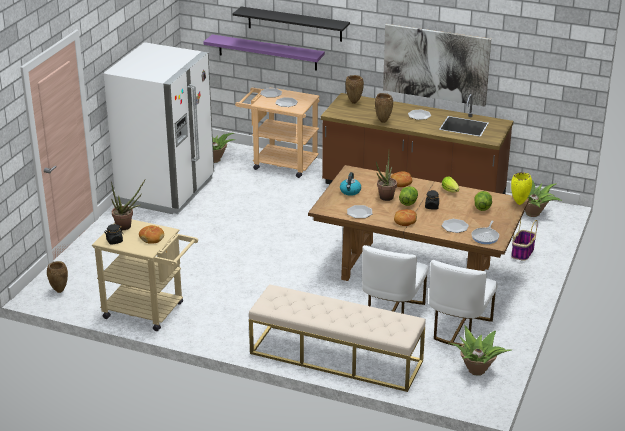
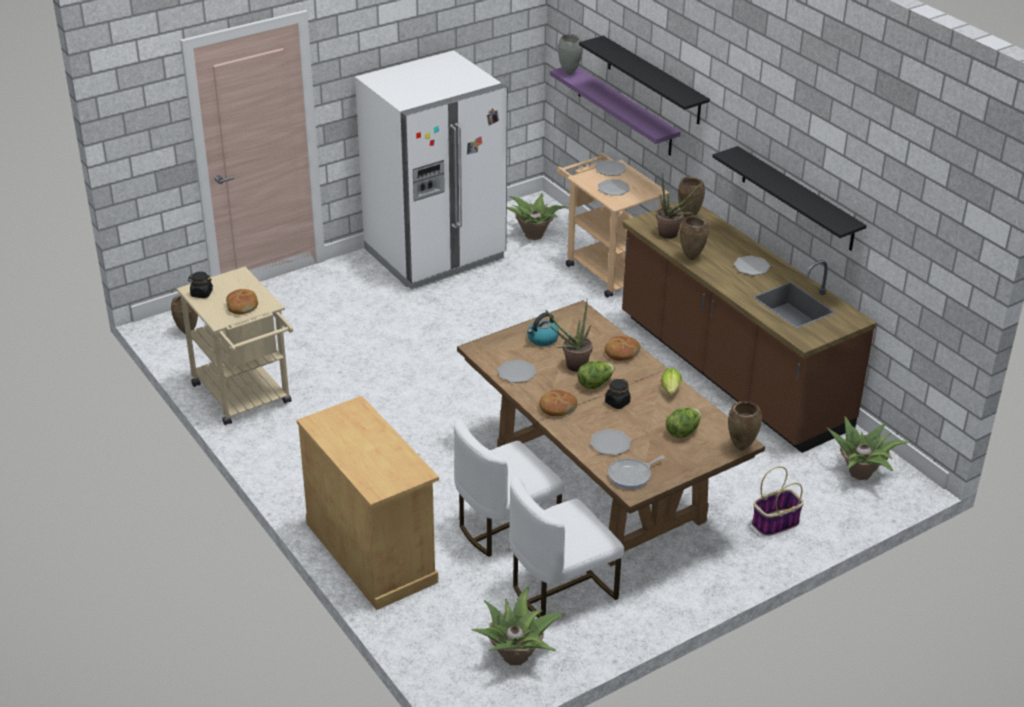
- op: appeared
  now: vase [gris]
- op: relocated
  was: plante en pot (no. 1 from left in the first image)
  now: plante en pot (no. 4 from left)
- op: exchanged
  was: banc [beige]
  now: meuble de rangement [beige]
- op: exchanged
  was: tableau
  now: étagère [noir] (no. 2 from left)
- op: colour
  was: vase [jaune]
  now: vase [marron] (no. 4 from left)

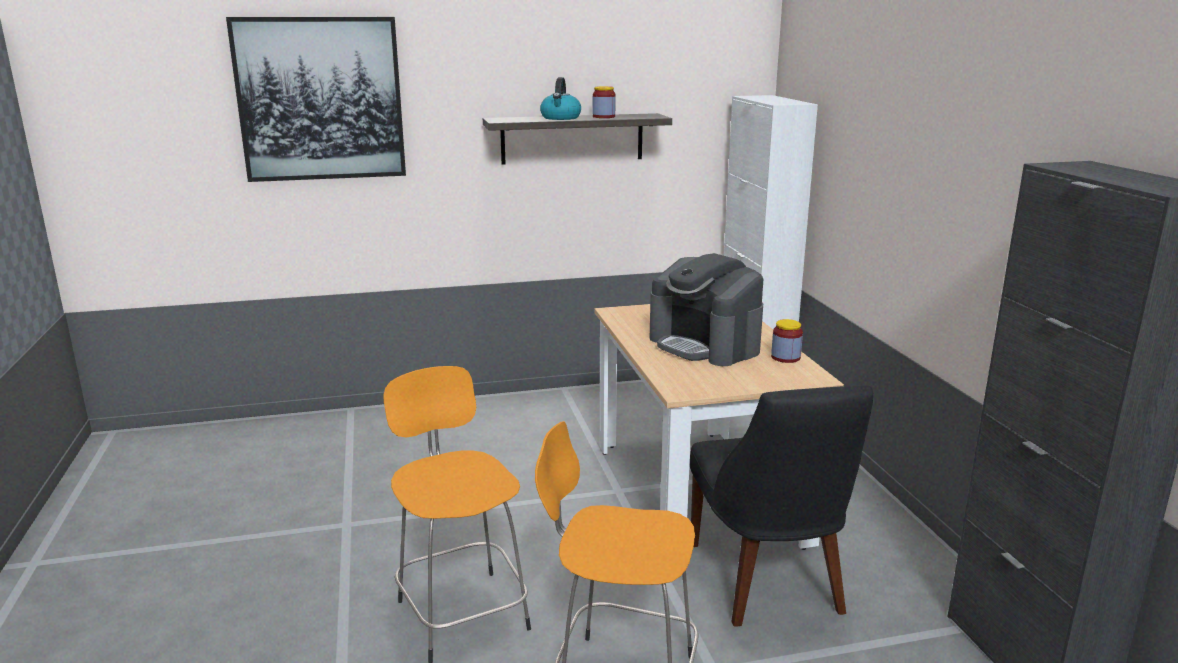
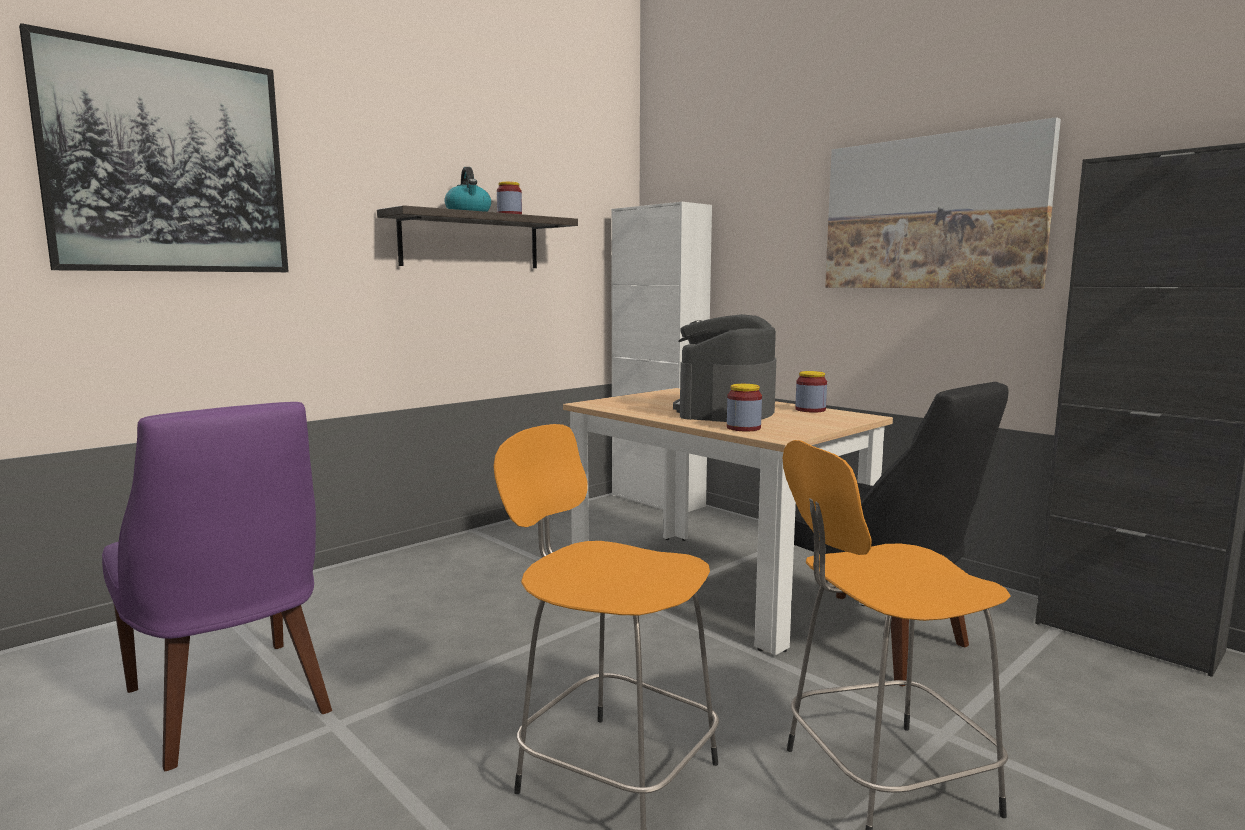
- op: appeared
  now: chaise [violet]
- op: appeared
  now: bocal (no. 2 from left)
- op: appeared
  now: tableau (no. 2 from left)
- op: spun
  was: machine à café
  clockwise: 90

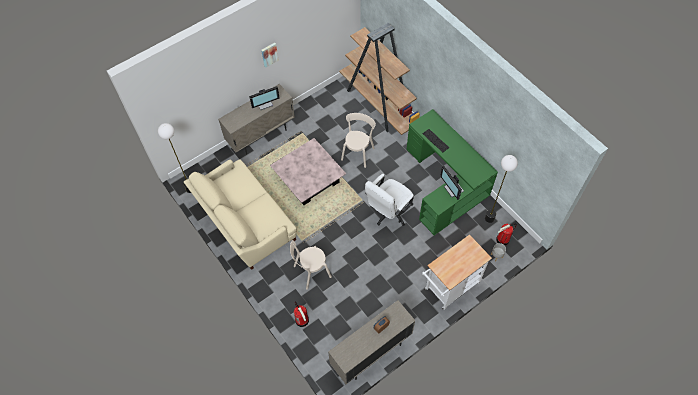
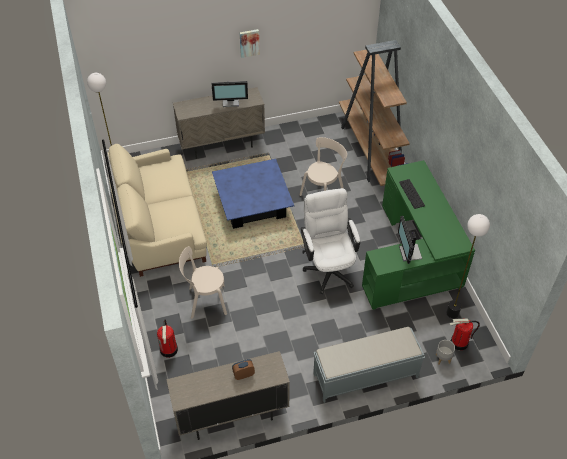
- op: exchanged
  was: chariot [blanc]
  now: banc [gris]
- op: colour
  was: table basse [rose]
  now: table basse [bleu]
- op: spun
  was: chaise de bureau [blanc]
  clockwise: 105

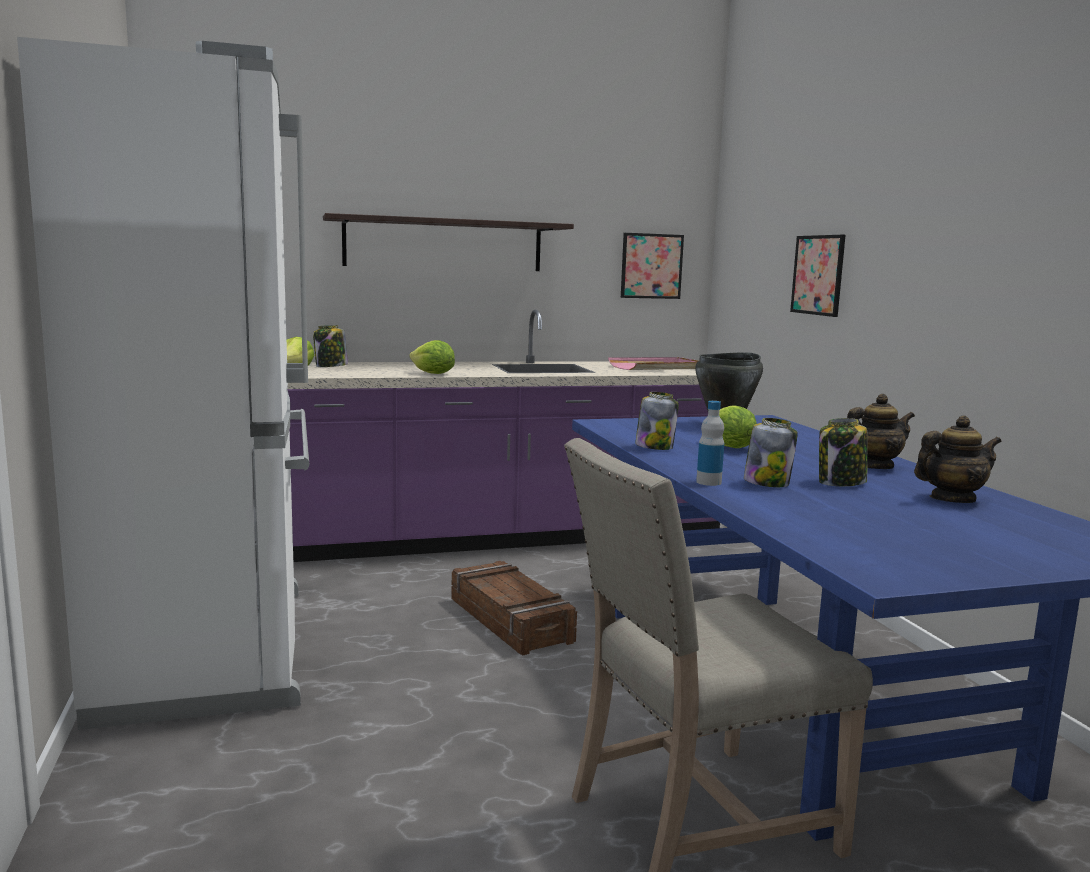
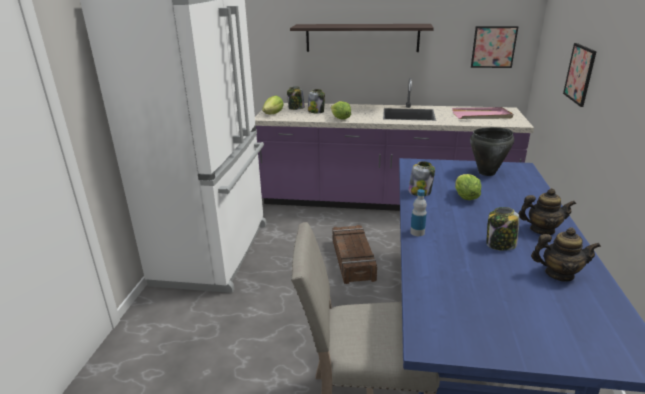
- op: relocated
  was: bocal (no. 3 from left in the first image)
  now: bocal (no. 2 from left)

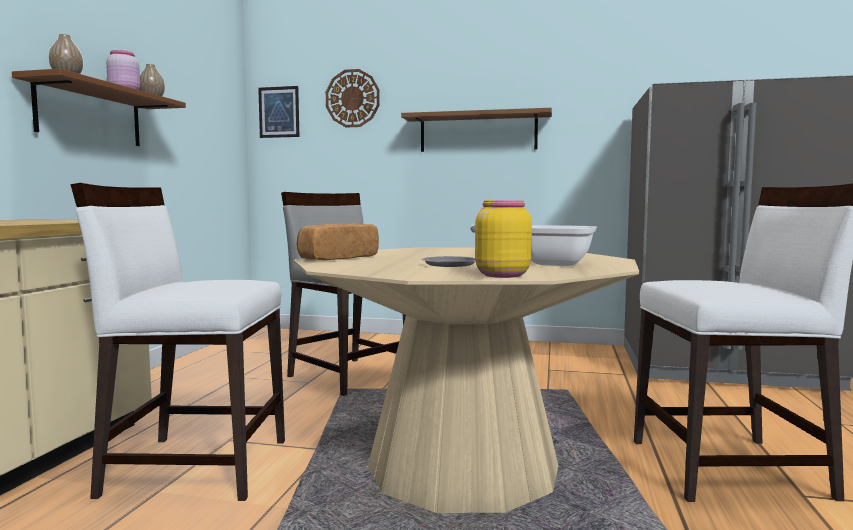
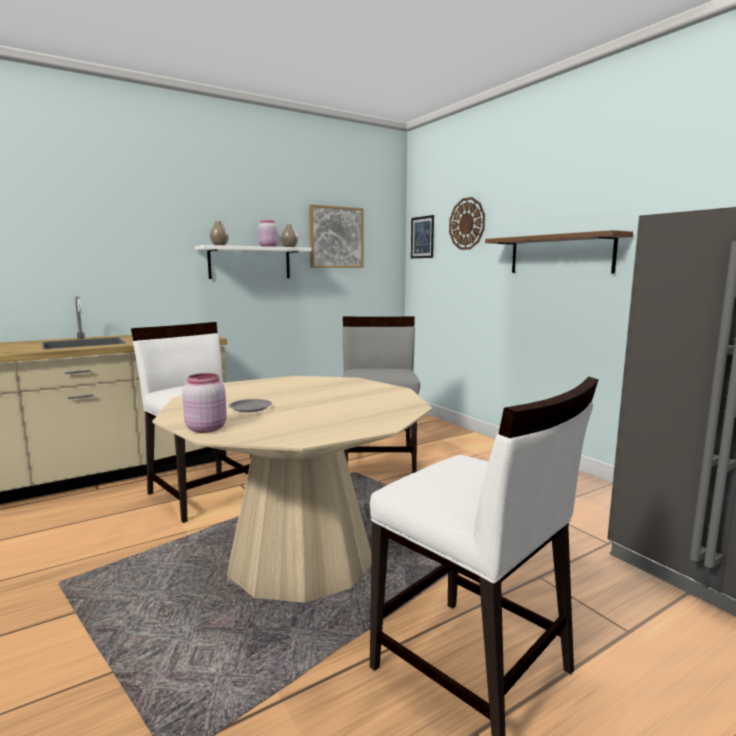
- op: missing
  was: pain
- op: missing
  was: poêle
- op: appeared
  now: tableau (no. 1 from left)
- op: colour
  was: étagère [marron] (no. 1 from left)
  now: étagère [blanc]
- op: colour
  was: bocal [jaune]
  now: bocal [rose] (no. 1 from left)

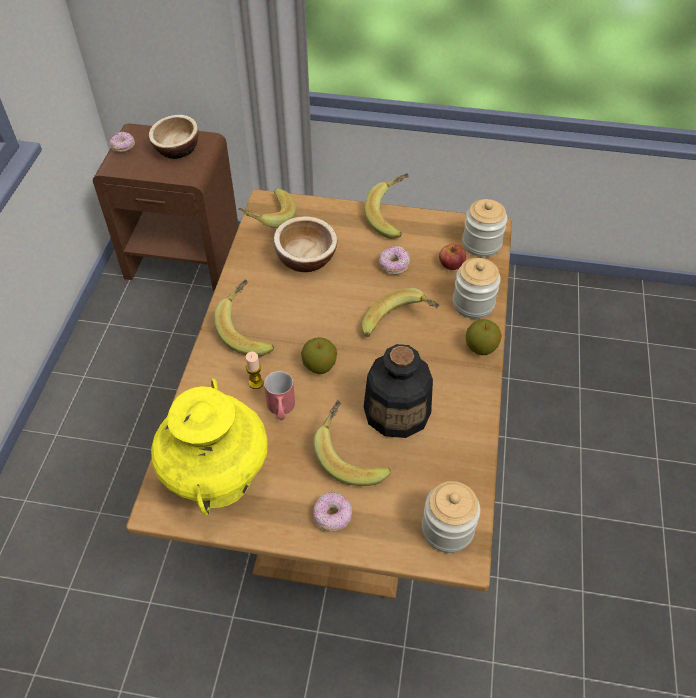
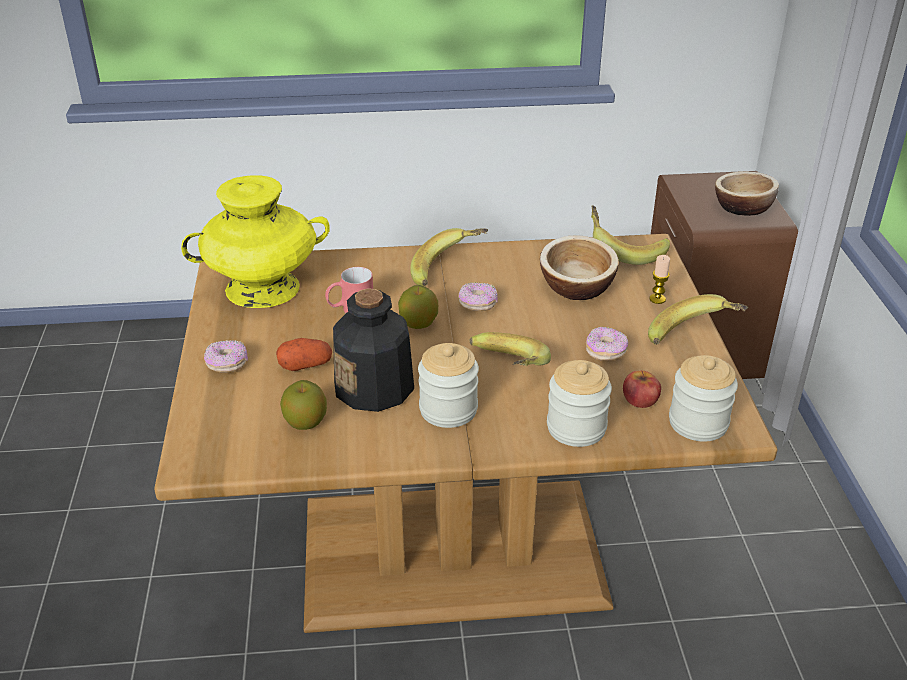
- op: relocated
  was: beignet (no. 1 from left in the first image)
  now: beignet (no. 2 from left)
- op: relocated
  was: bougie
- op: relocated
  was: bocal (no. 1 from left)
- op: relocated
  was: pomme (no. 3 from left in the first image)
  now: pomme (no. 1 from left)
- op: exchanged
  was: banane (no. 3 from left)
  now: pomme de terre

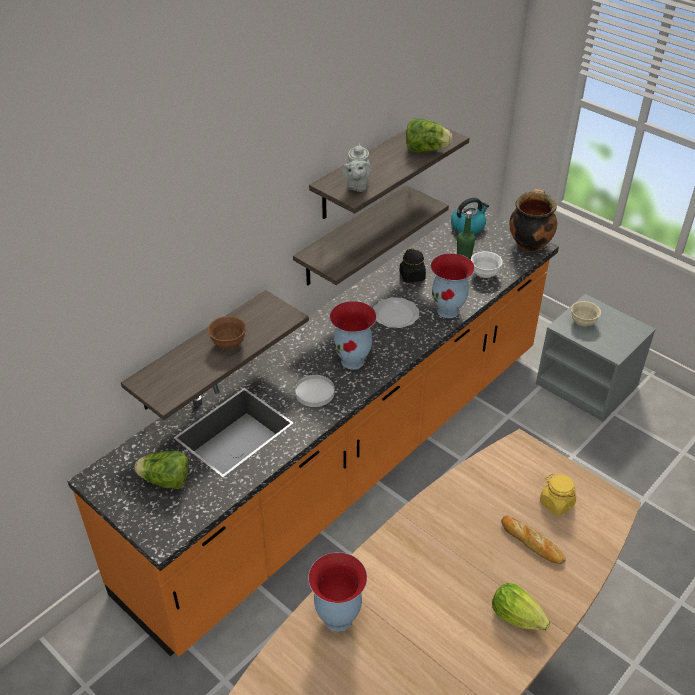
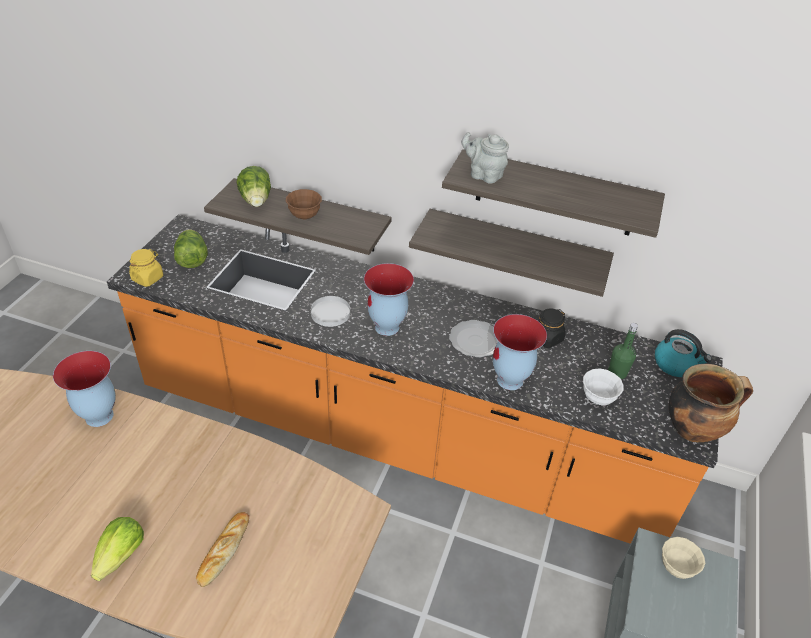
- op: relocated
  was: laitue (no. 2 from left in the first image)
  now: laitue (no. 3 from left)
- op: relocated
  was: bocal [jaune]
- op: spun
  was: théière [gris]
  clockwise: 45

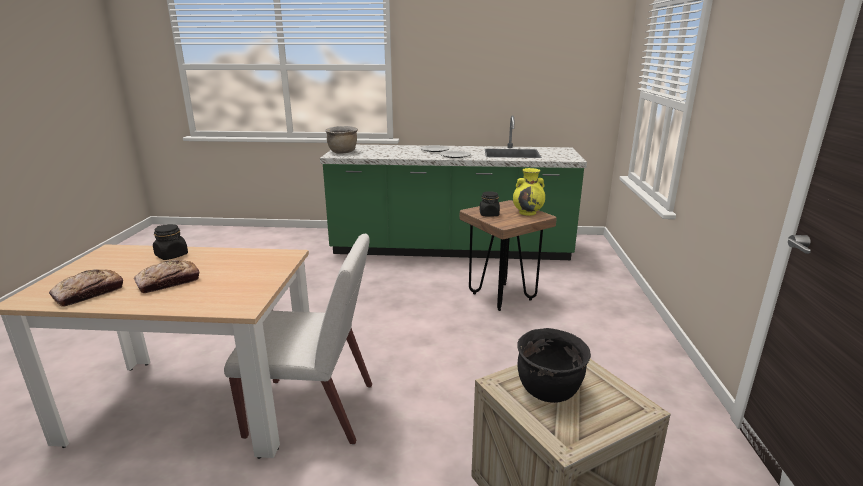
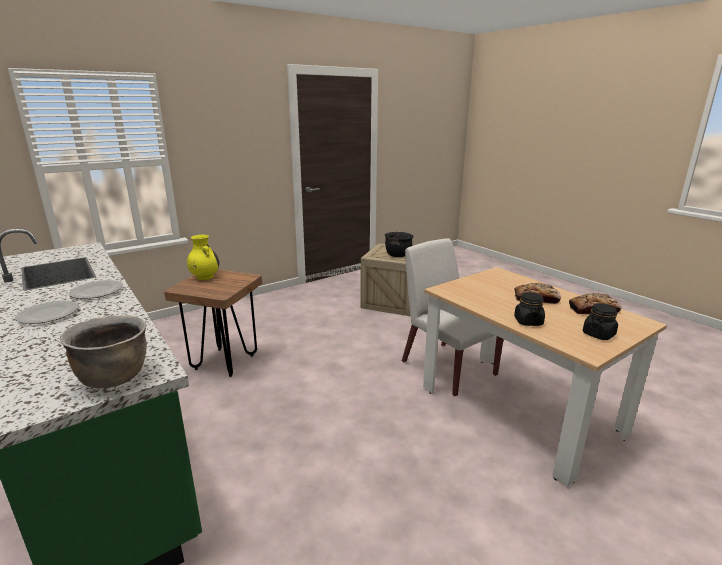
- op: relocated
  was: bocal [noir] (no. 2 from left)

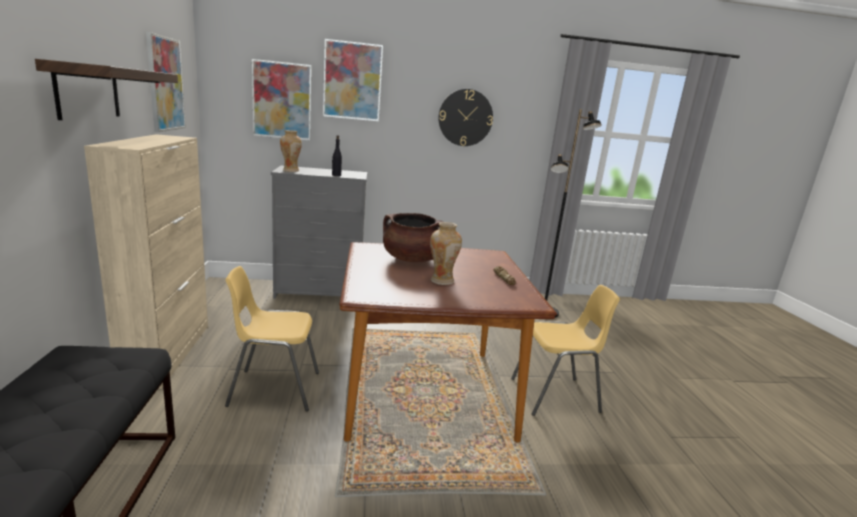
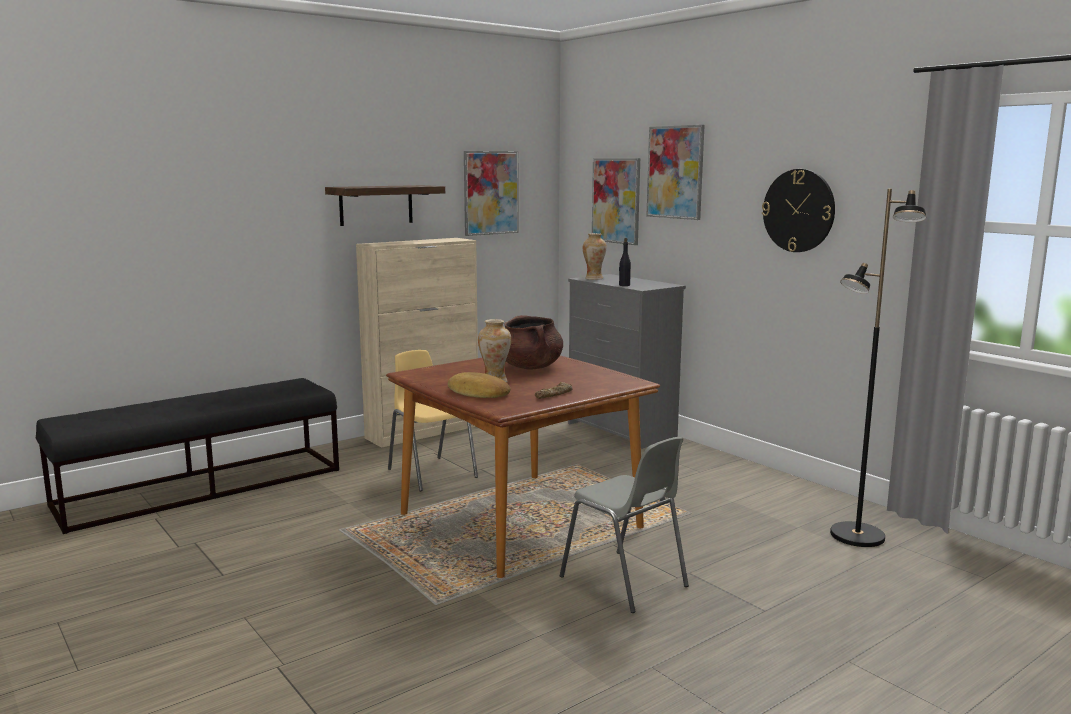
- op: appeared
  now: pain (no. 1 from left)
- op: colour
  was: chaise [jaune] (no. 2 from left)
  now: chaise [gris]

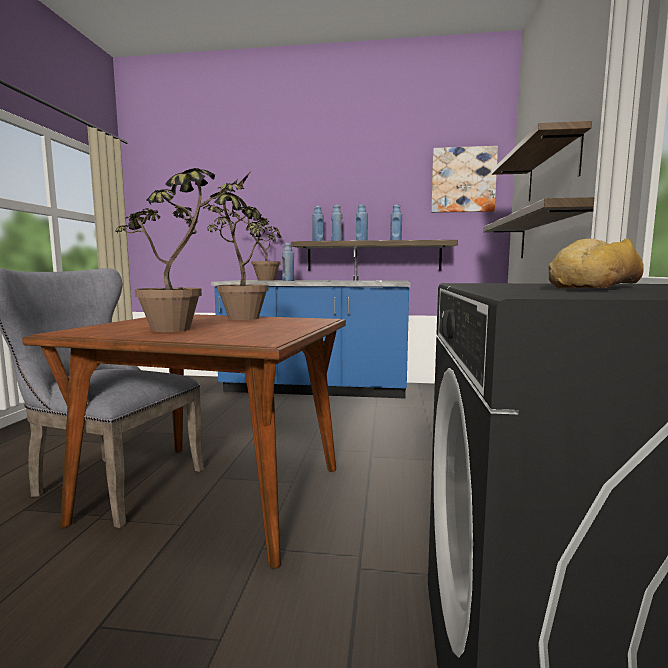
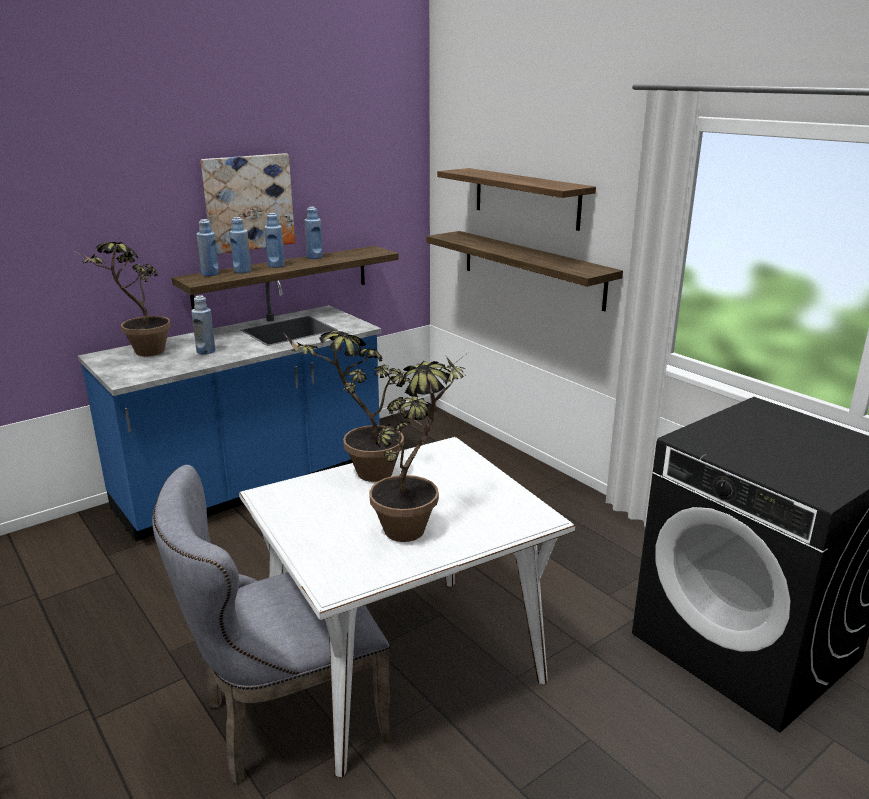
- op: missing
  was: pain
- op: relocated
  was: tableau
- op: colour
  was: table à manger [marron]
  now: table à manger [blanc]

